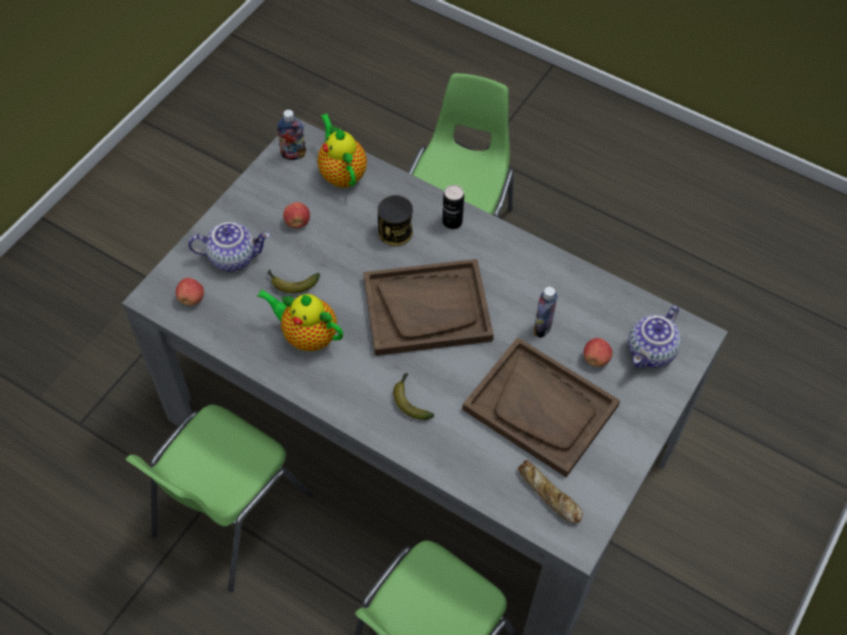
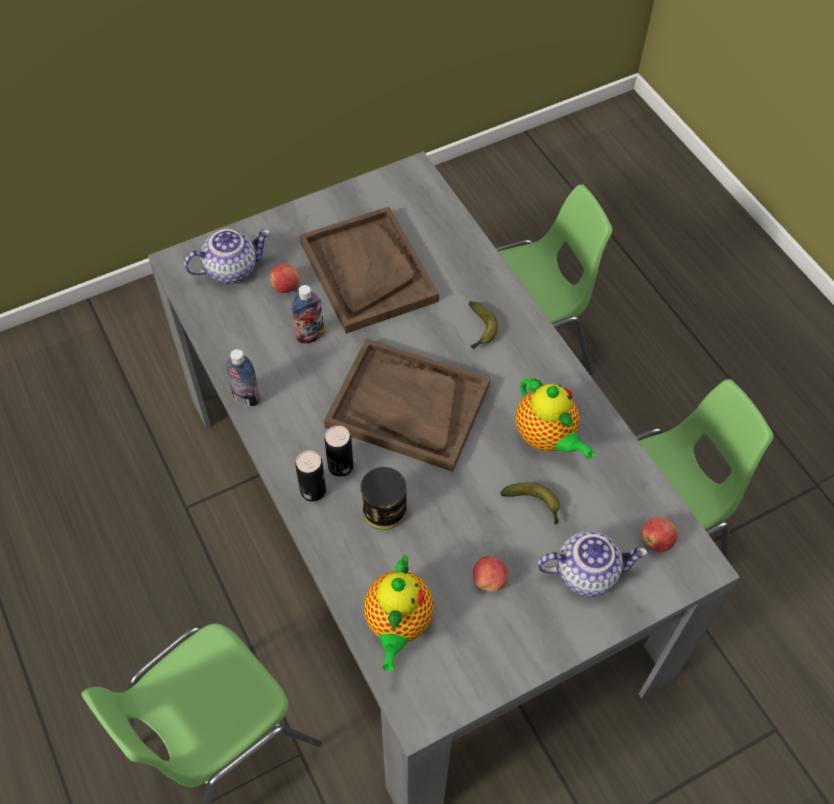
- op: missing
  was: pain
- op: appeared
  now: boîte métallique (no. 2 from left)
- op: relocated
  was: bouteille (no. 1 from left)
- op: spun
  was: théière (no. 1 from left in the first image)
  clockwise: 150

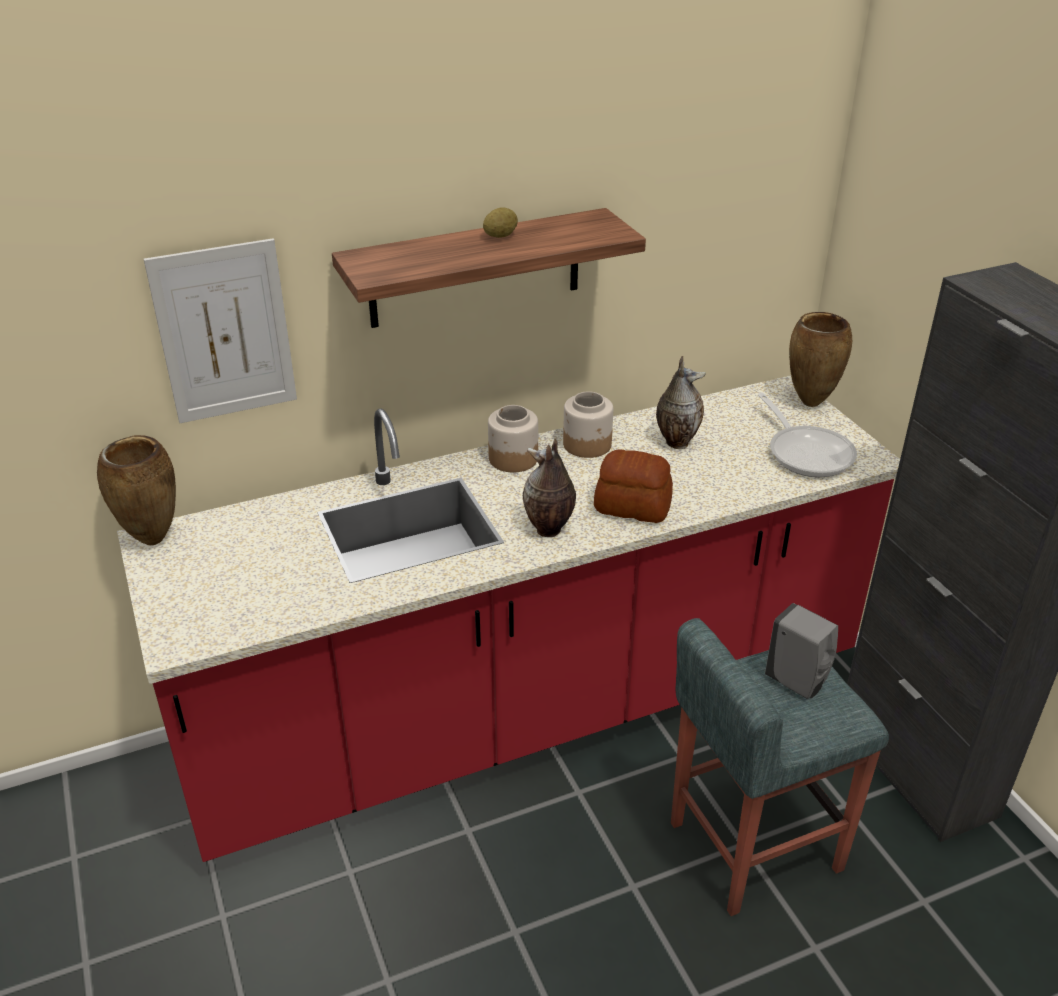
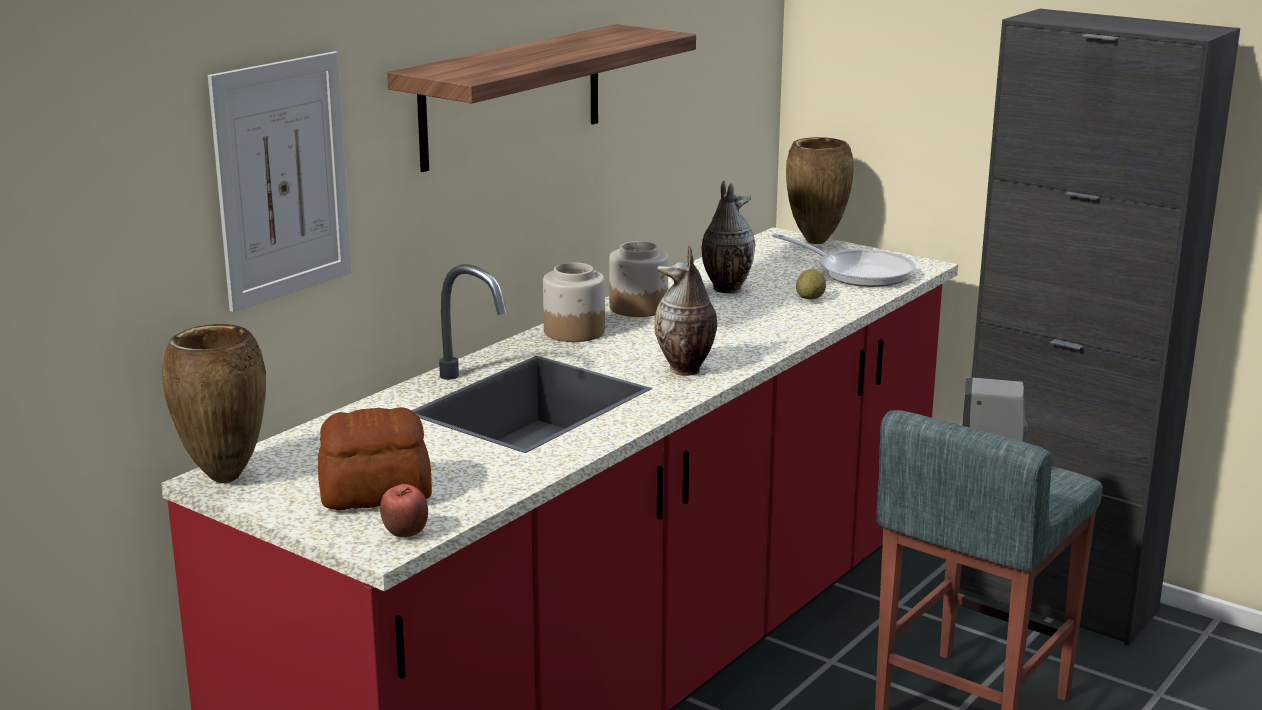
- op: appeared
  now: pomme
- op: relocated
  was: pomme de terre
- op: relocated
  was: pain

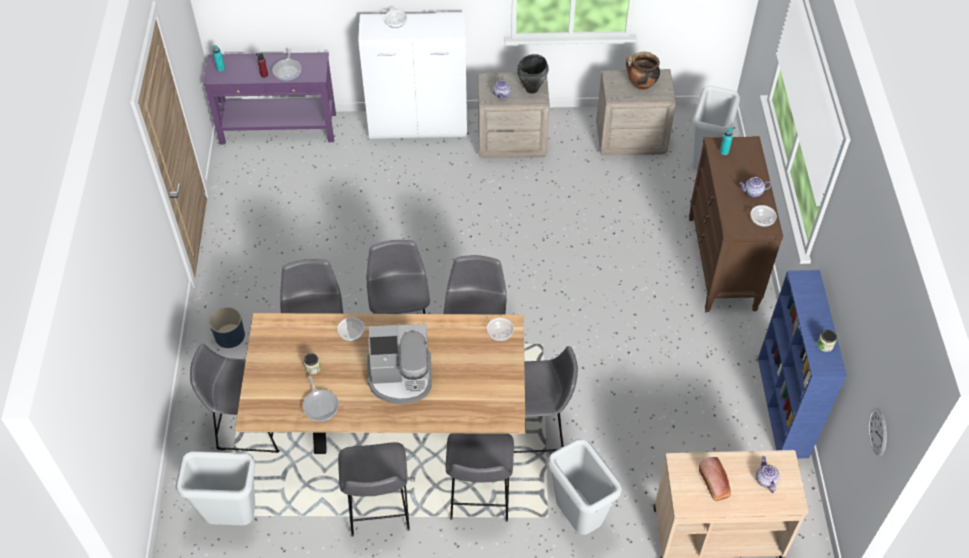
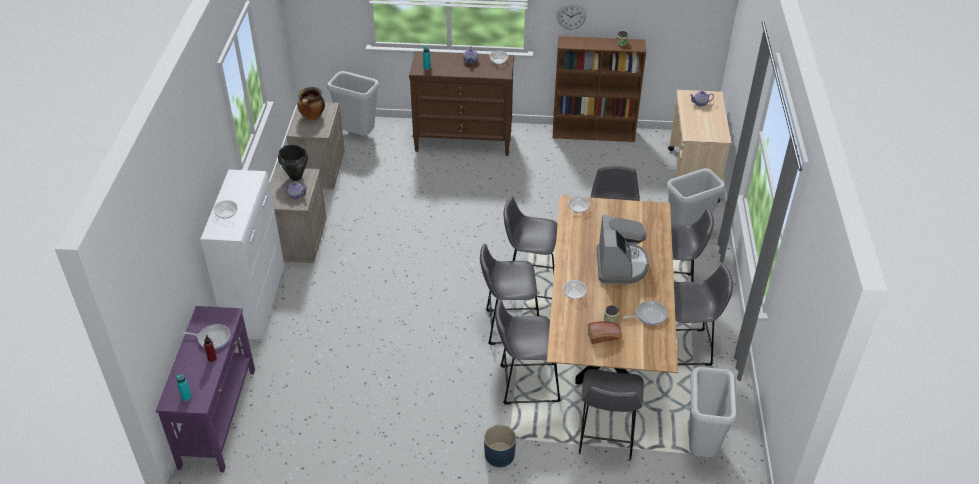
- op: relocated
  was: pain
- op: relocated
  was: horloge murale
- op: colour
  was: bibliothèque [bleu]
  now: bibliothèque [marron]

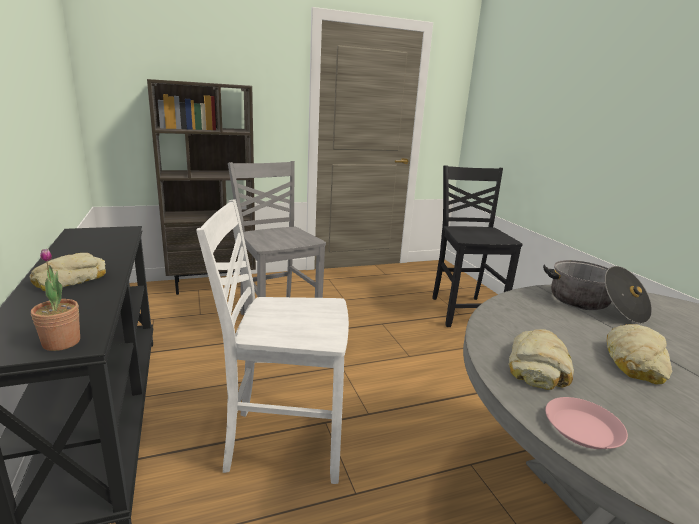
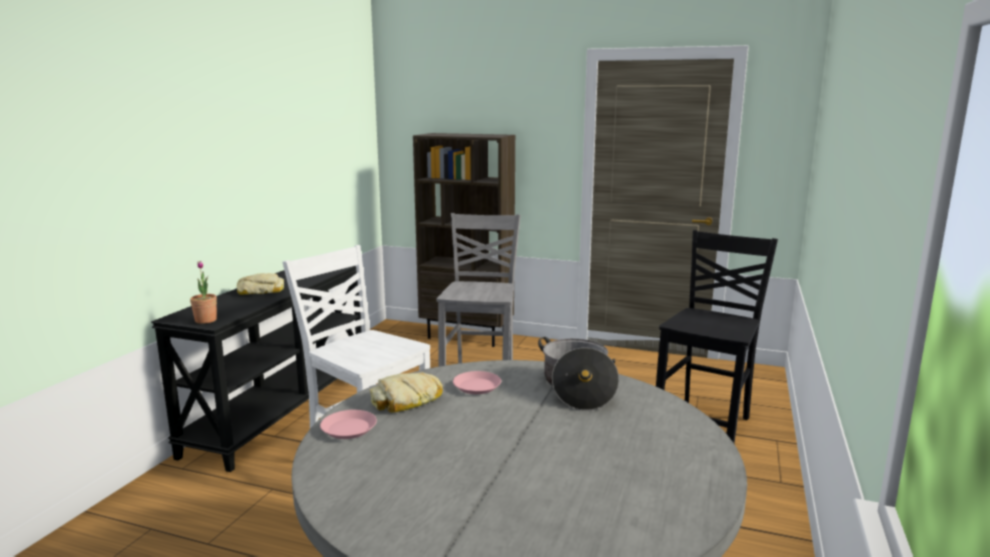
- op: missing
  was: pain (no. 3 from left)
- op: appeared
  now: assiette [rose] (no. 2 from left)

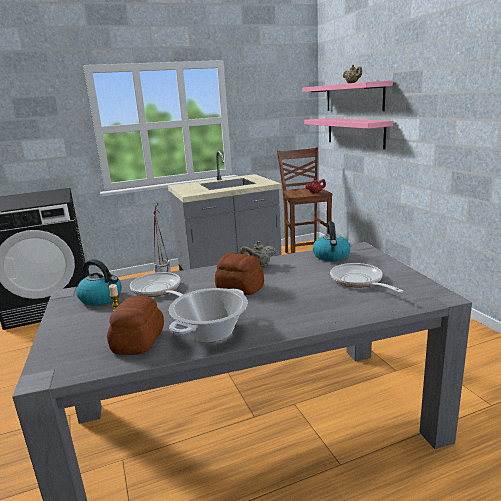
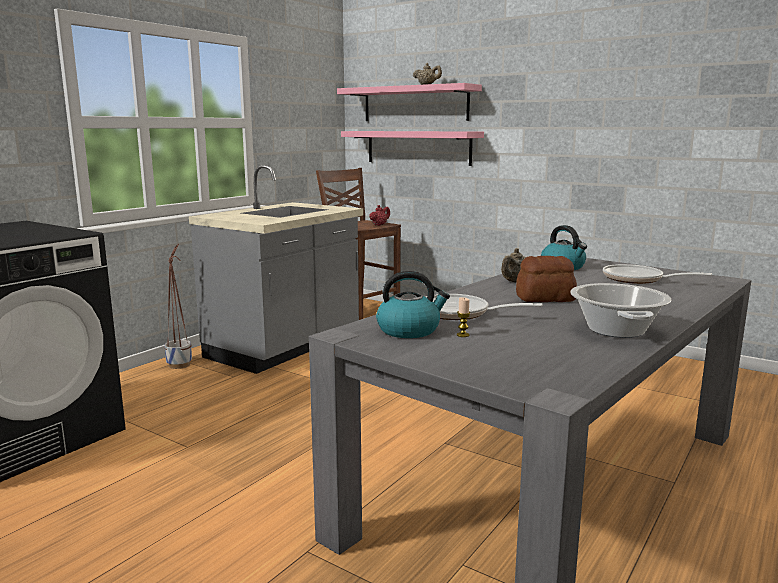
- op: missing
  was: pain (no. 1 from left)

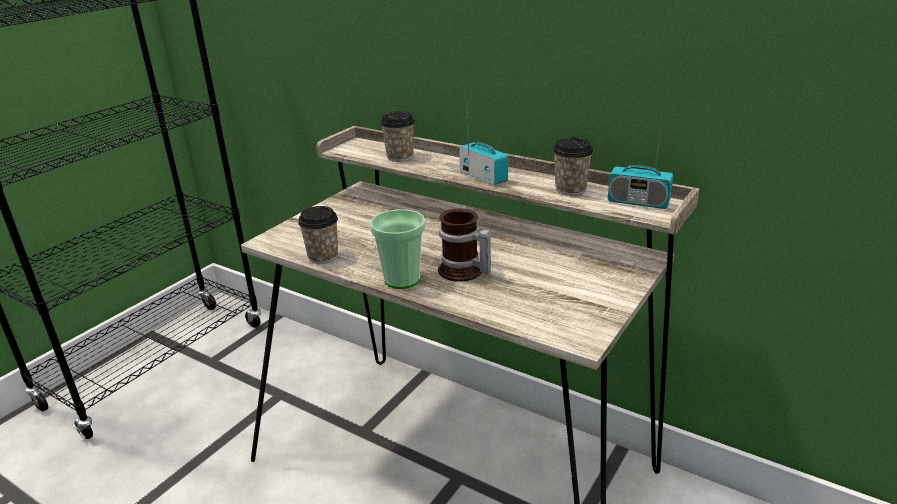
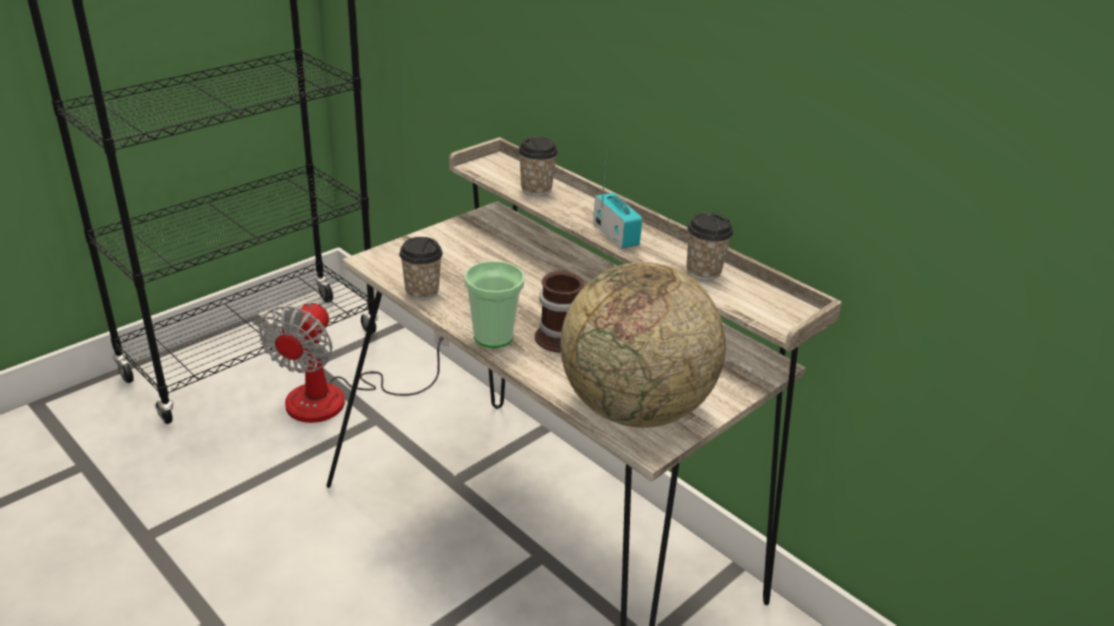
- op: missing
  was: radio (no. 2 from left)
- op: appeared
  now: ventilateur
- op: appeared
  now: globe

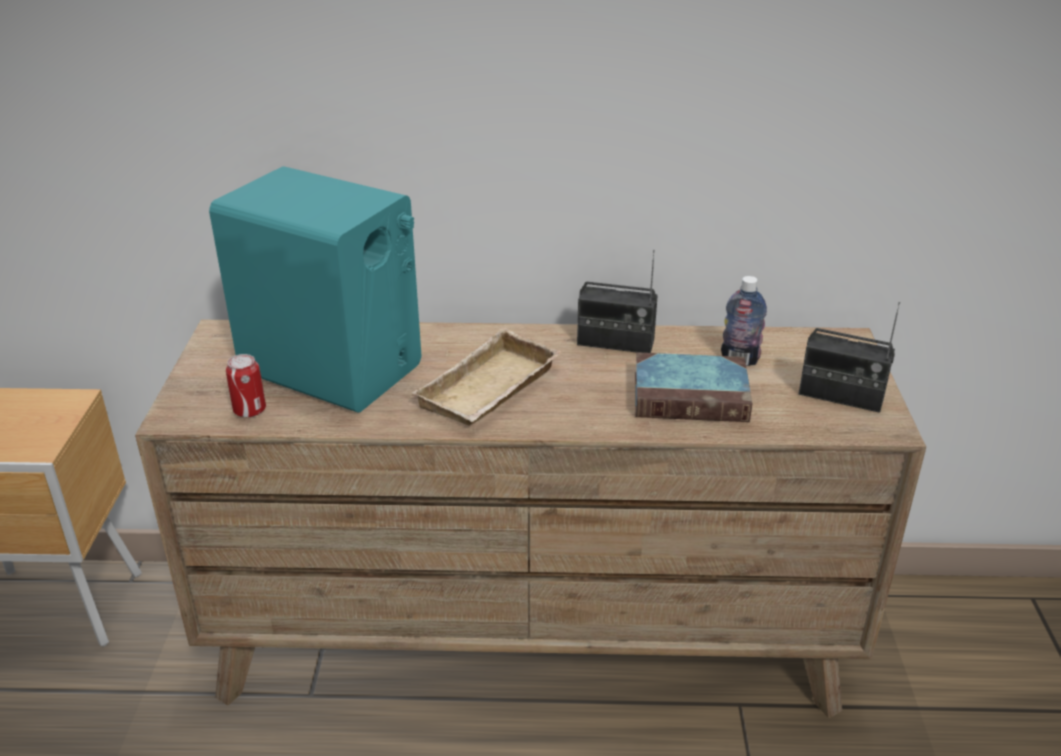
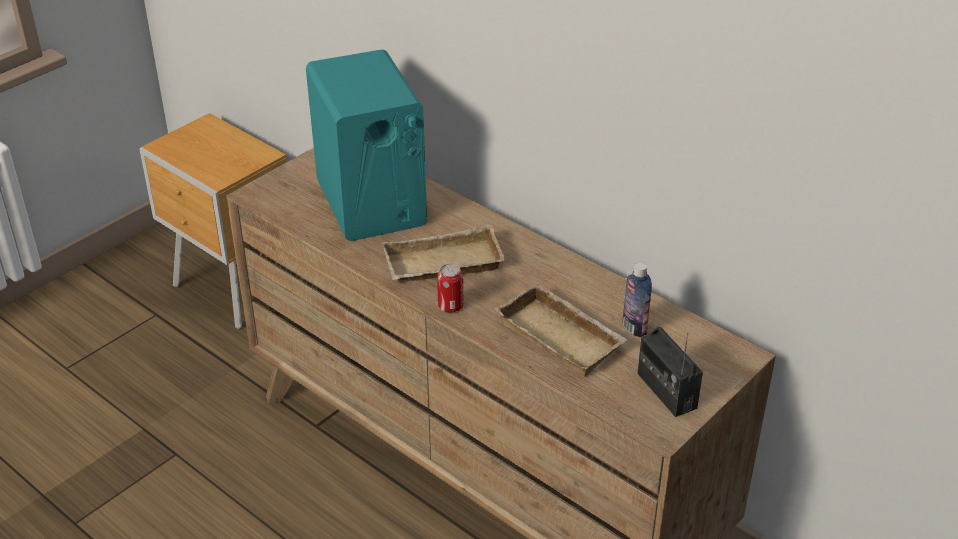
- op: missing
  was: radio (no. 1 from left)
- op: relocated
  was: boîte métallique
- op: exchanged
  was: livre
  now: plateau [beige] (no. 2 from left)

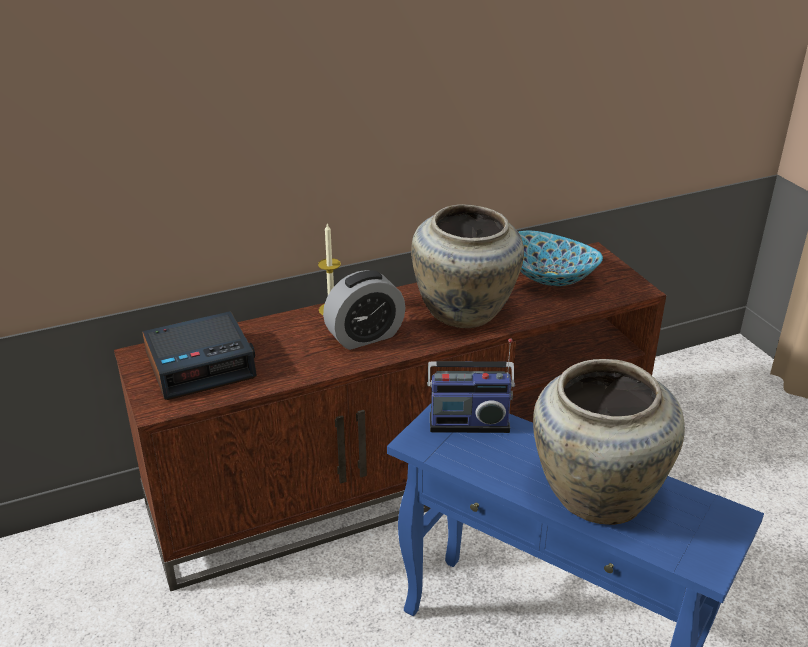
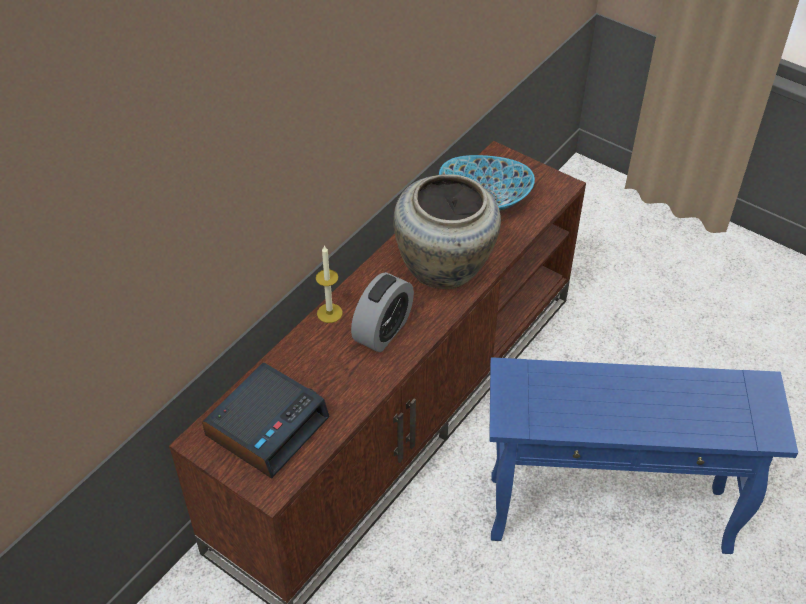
- op: missing
  was: radio
- op: missing
  was: vase [beige] (no. 2 from left)

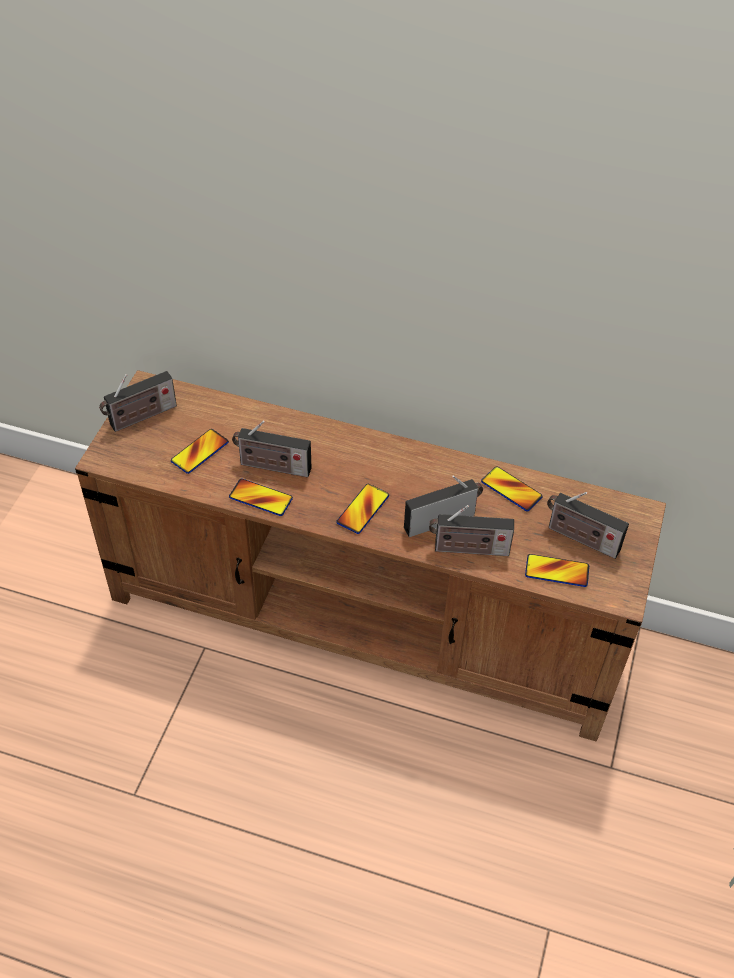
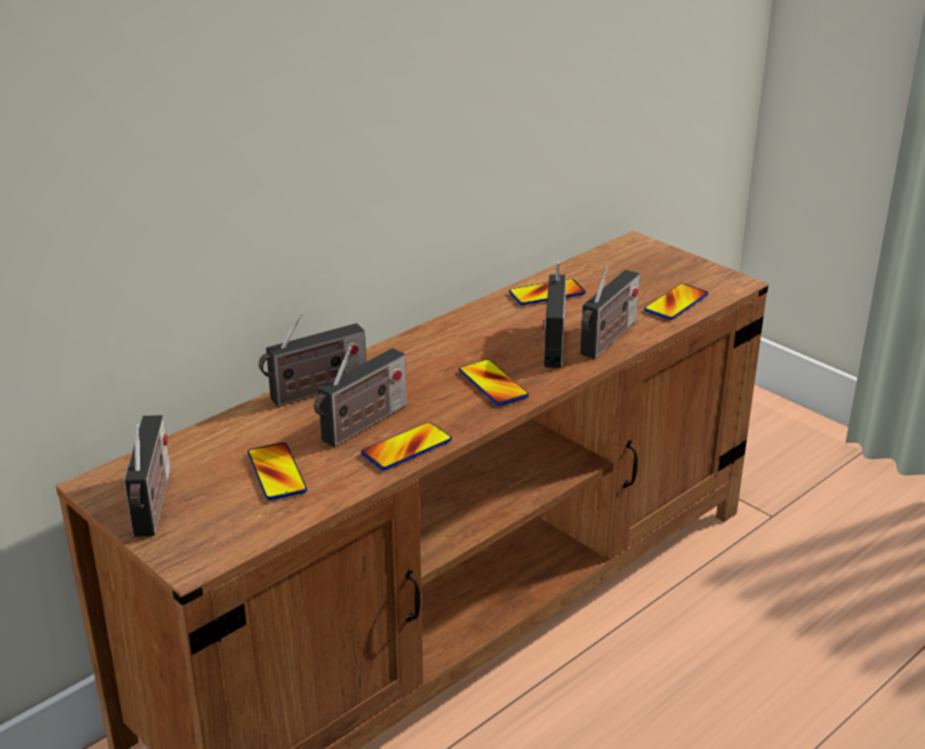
- op: relocated
  was: radio (no. 5 from left in the first image)
  now: radio (no. 2 from left)

